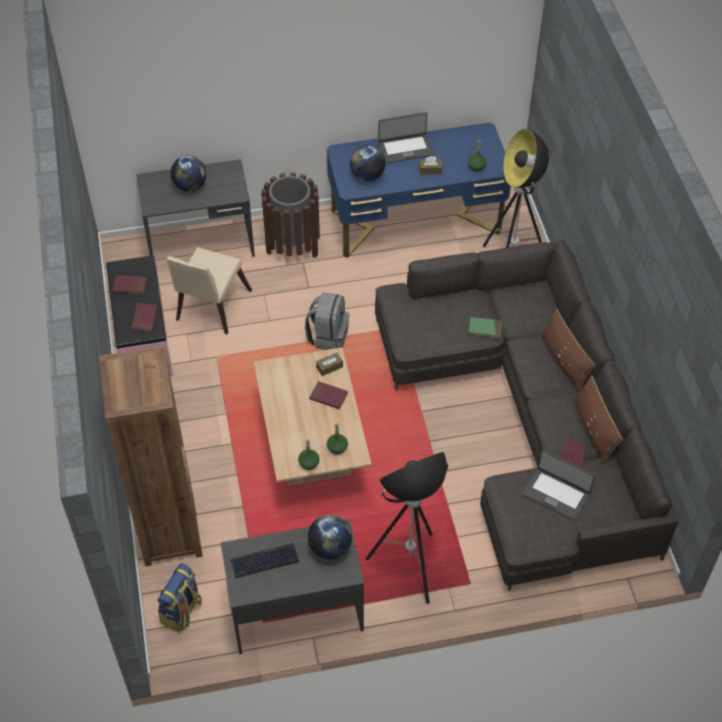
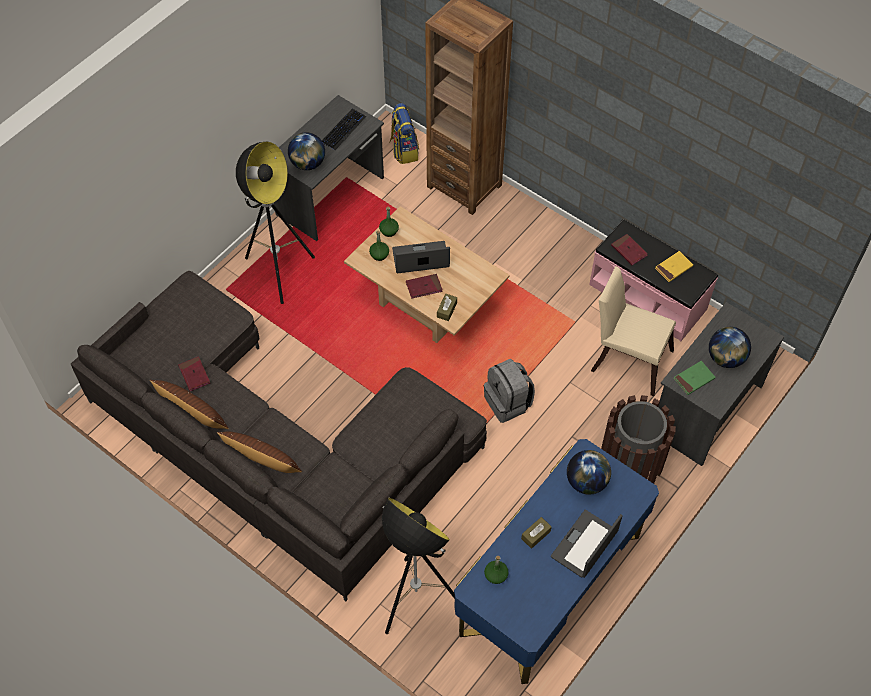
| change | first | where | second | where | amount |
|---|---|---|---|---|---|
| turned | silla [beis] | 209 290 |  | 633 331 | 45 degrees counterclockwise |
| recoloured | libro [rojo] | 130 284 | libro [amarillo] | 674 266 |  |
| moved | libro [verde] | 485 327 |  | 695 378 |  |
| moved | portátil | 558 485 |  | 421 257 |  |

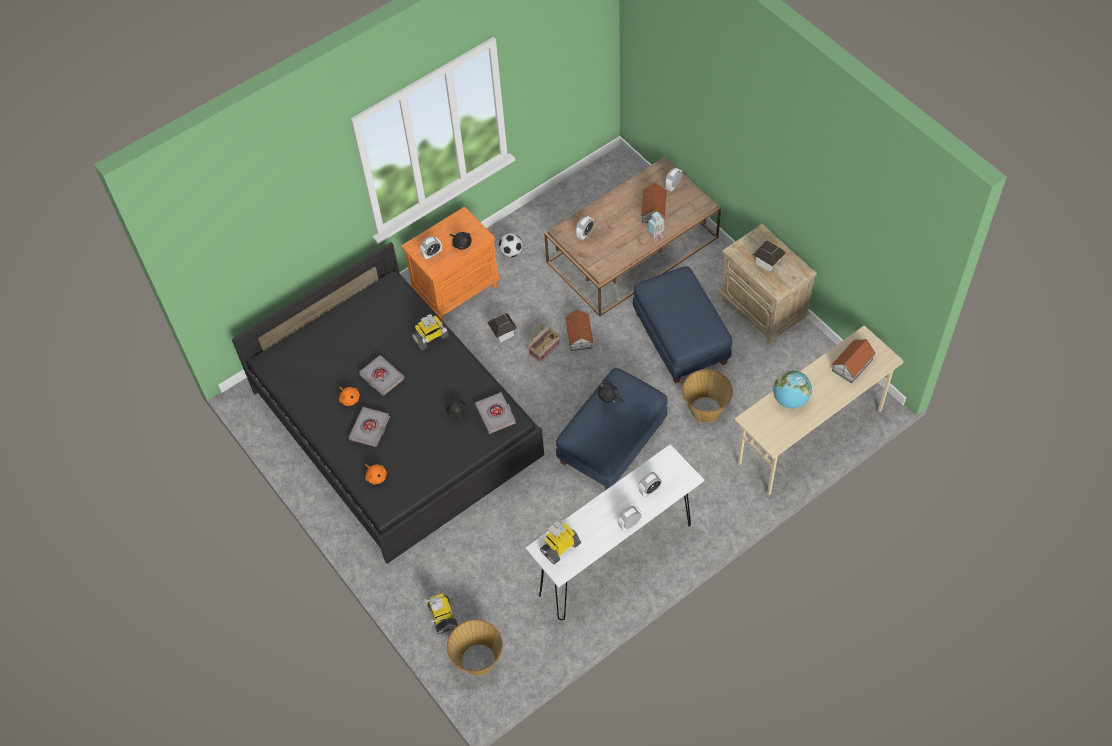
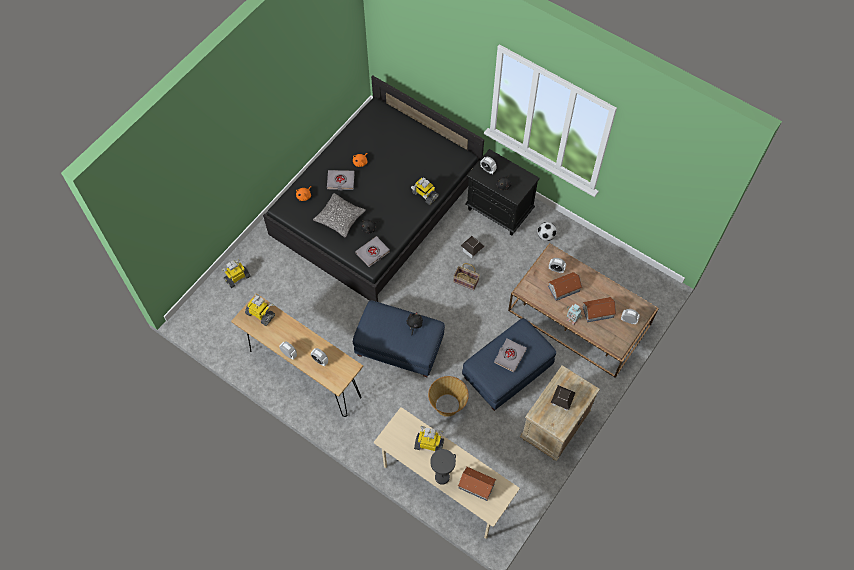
| change | first | where | second | where | amount |
|---|---|---|---|---|---|
| recoloured | mesita de noche [naranja] | 451 264 | mesita de noche [negro] | 502 192 |  |
| moved | casita | 579 330 |  | 565 286 |  |
| moved | libro [gris] | 381 375 |  | 510 356 |  |
| replaced | globo terráqueo | 792 389 | robot de juguete | 429 438 |  |
| recoloured | mesa consola [blanco] | 614 532 | mesa consola [marrón] | 297 355 |  |
| removed | cesta | 475 647 |  |  |  |
| added |  |  | cojín | 339 215 |  |
| added |  |  | lámpara de mesa [gris] | 443 467 |  |

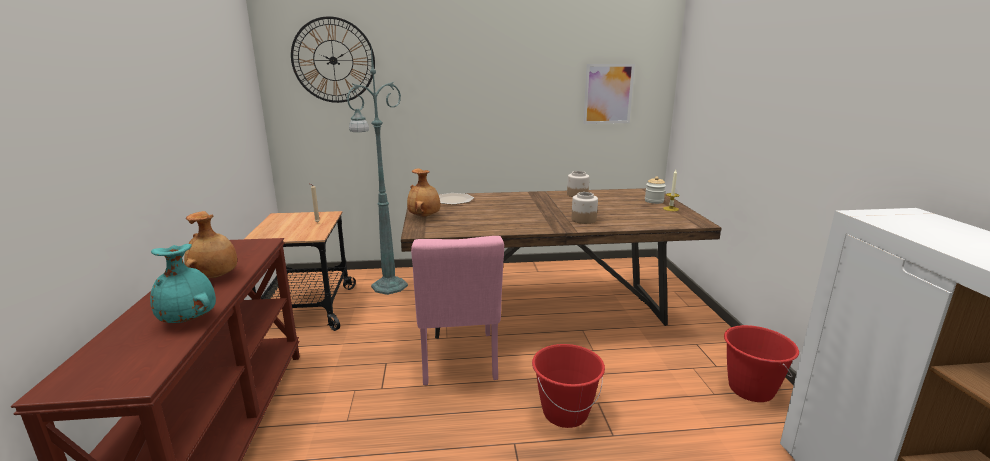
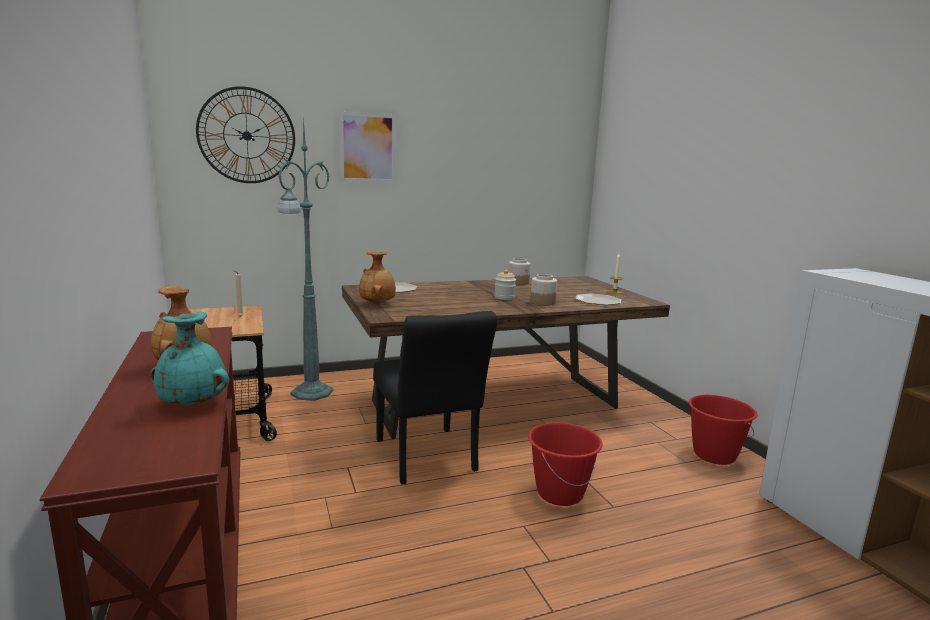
| change | first | where | second | where | amount |
|---|---|---|---|---|---|
| moved | cuadro | 609 94 |  | 367 147 |  |
| moved | tarro | 655 190 |  | 505 285 |  |
| recoloured | silla [rosa] | 457 310 | silla [negro] | 435 397 |  |
| added |  |  | plato | 598 299 |  |

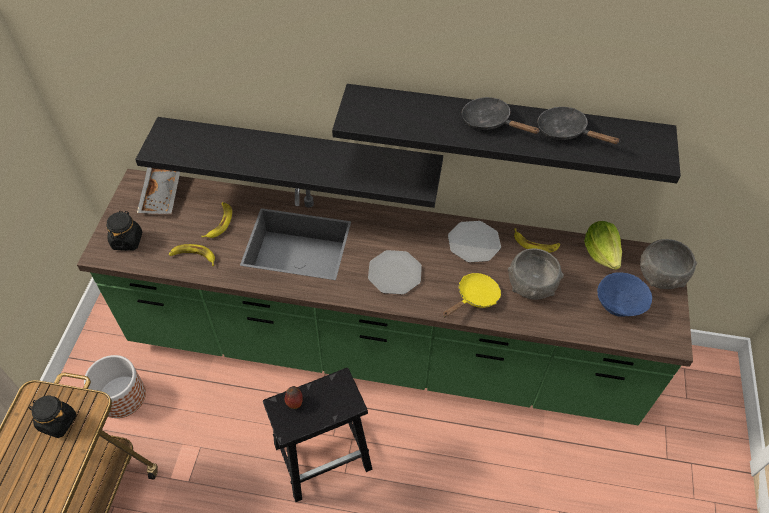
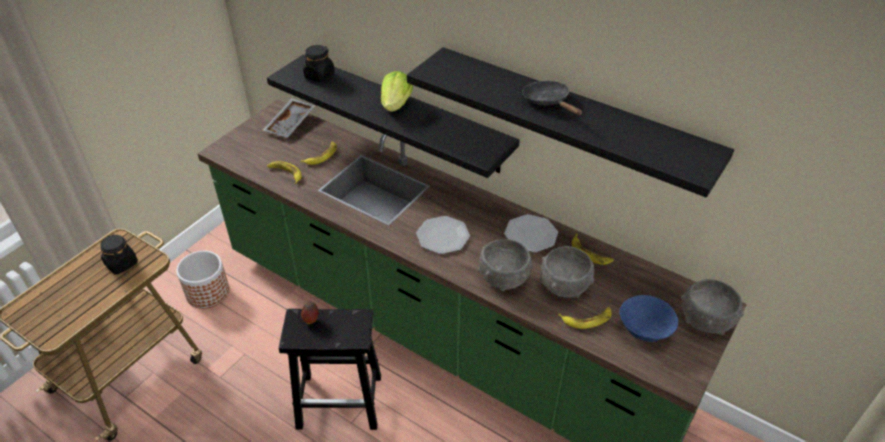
| change | first | where | second | where | amount |
|---|---|---|---|---|---|
| removed | sartén [negro] | 579 125 |  |  |  |
| moved | tarro [negro] | 124 231 |  | 319 63 |  |
| moved | lechuga | 603 245 |  | 397 91 |  |
| replaced | sartén [amarillo] | 471 295 | cuenco [gris] | 505 265 |  |
| added |  |  | plátano | 584 318 |  |

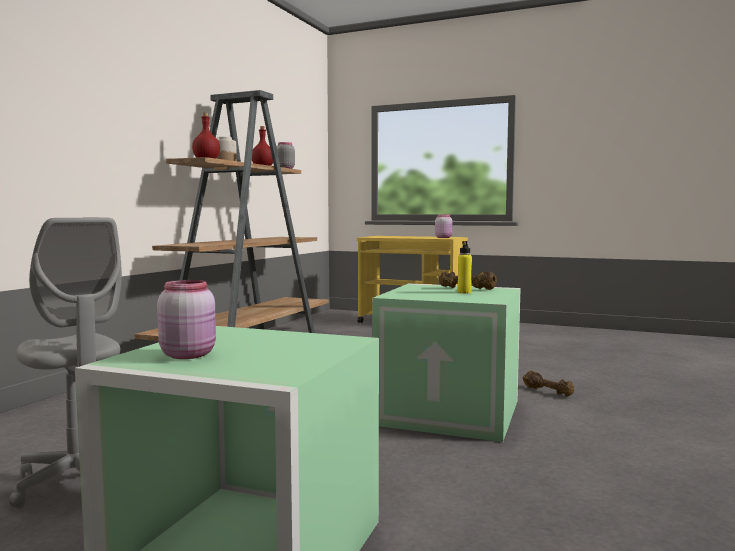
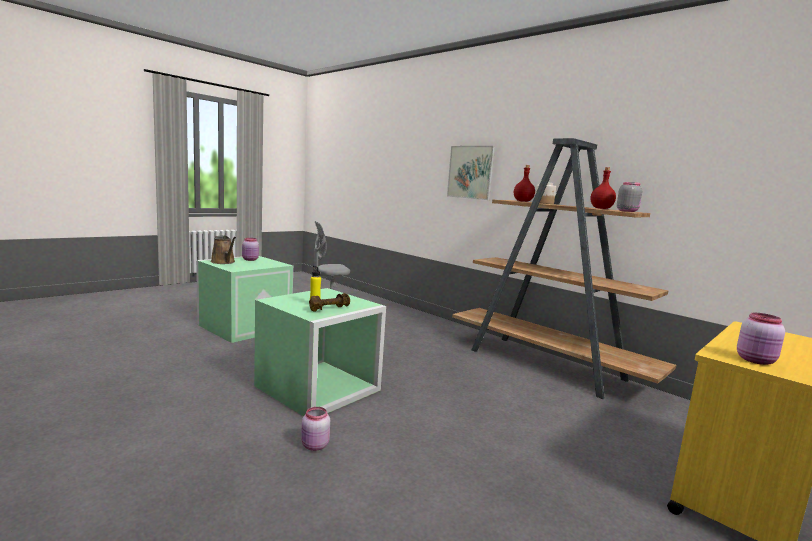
| change | first | where | second | where | amount |
|---|---|---|---|---|---|
| replaced | mancuerna [marrón] | 548 384 | tarro [rosa] | 315 429 |  |
| added |  |  | cuadro | 471 173 |  |
| added |  |  | regadera [marrón] | 223 249 |  |

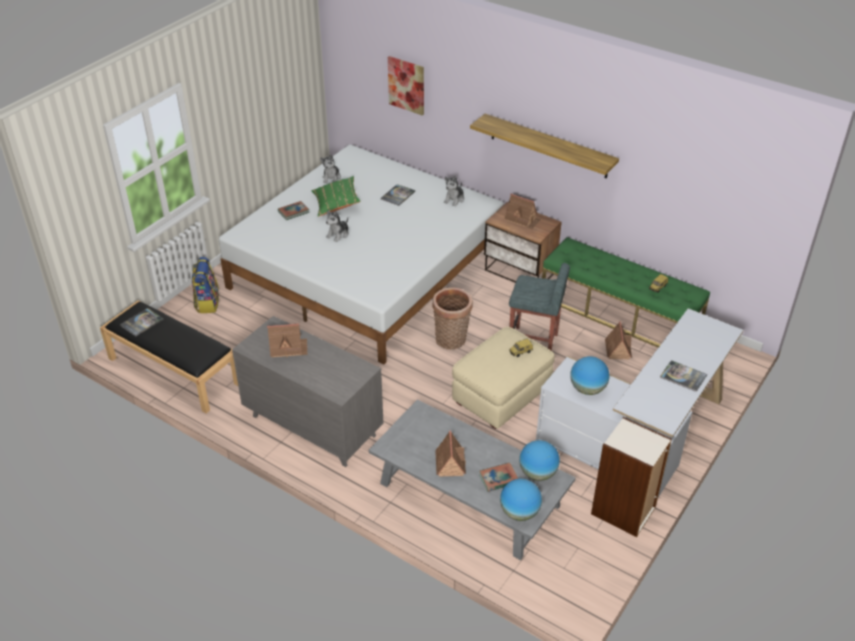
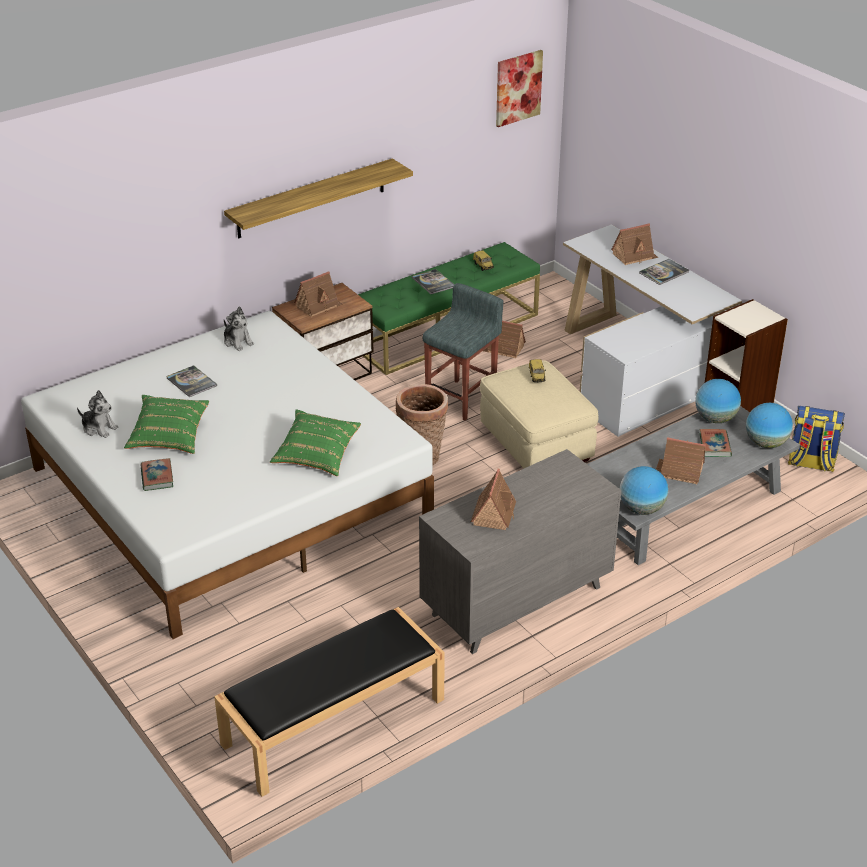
| change | first | where | second | where | amount |
|---|---|---|---|---|---|
| moved | cuadro | 406 85 |  | 519 88 |  |
| removed | peluche | 337 226 |  |  |  |
| moved | mochila | 205 285 |  | 816 439 |  |
| moved | libro | 142 322 |  | 433 281 |  |
| moved | globo terráqueo | 589 375 |  | 644 490 |  |
| added |  |  | casita | 634 244 |  |
| added |  |  | cojín [verde] | 315 443 |  |

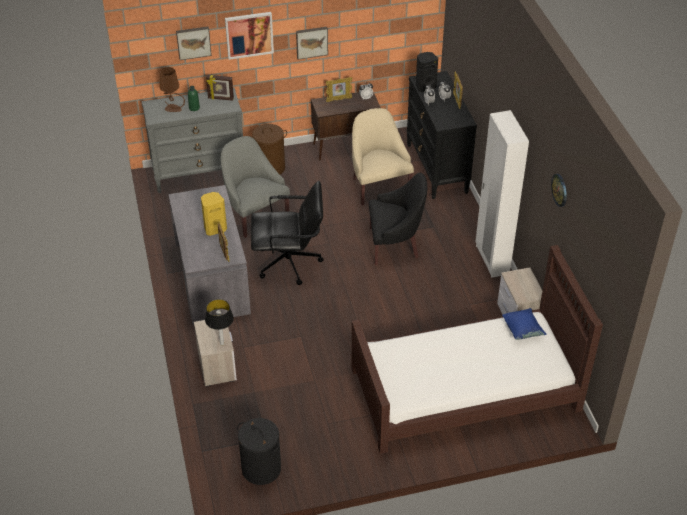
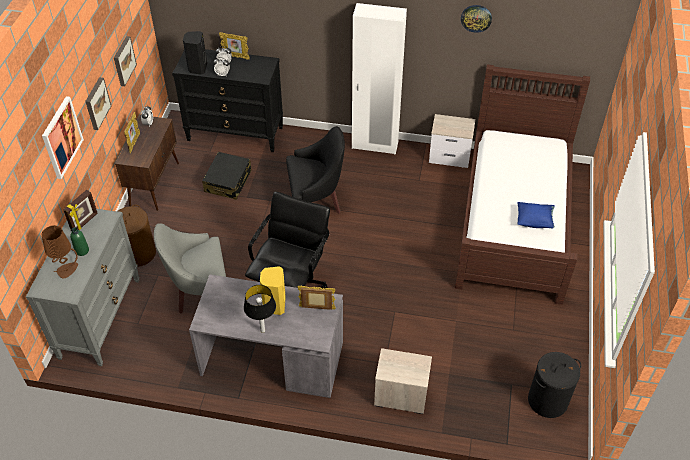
| change | first | where | second | where | amount |
|---|---|---|---|---|---|
| moved | cuadro | 194 43 |  | 125 61 |  |
| replaced | sillón [beis] | 383 156 | maleta [negro] | 227 176 |  |
| turned | sillón [negro] | 398 219 |  | 315 169 | 60 degrees clockwise |
| moved | lámpara de mesa | 219 322 |  | 260 309 |  |
| moved | cojín [azul] | 524 324 |  | 536 215 |  |

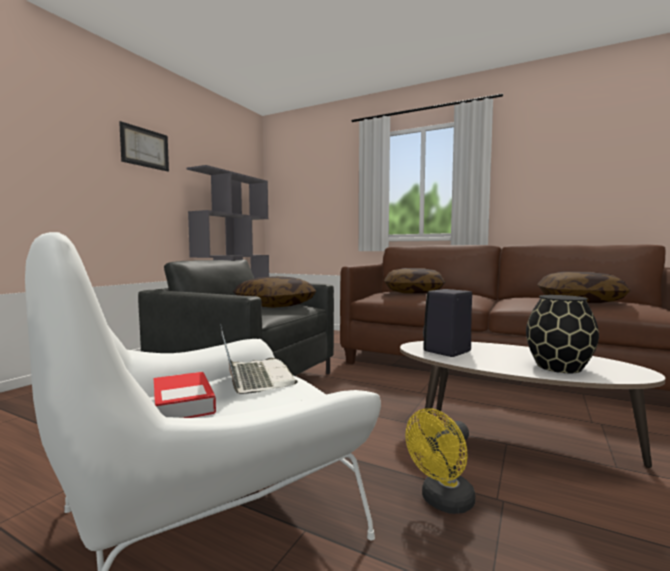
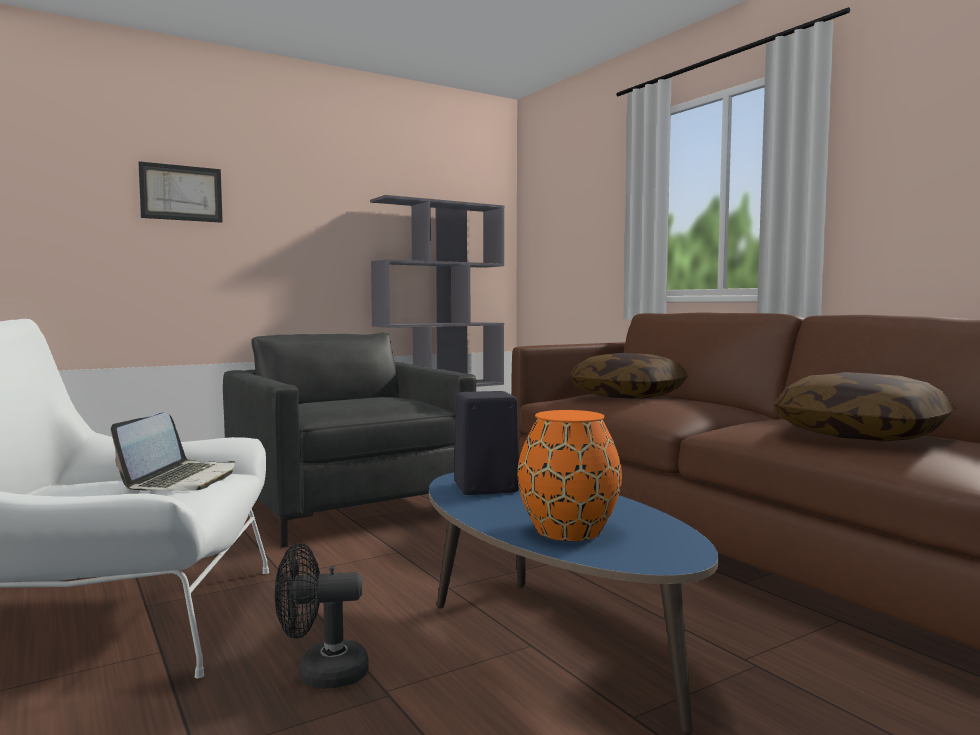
| change | first | where | second | where | amount |
|---|---|---|---|---|---|
| moved | cuadro | 144 146 |  | 180 192 |  |
| removed | cojín | 274 292 |  |  |  |
| recoloured | florero [negro] | 562 334 | florero [naranja] | 569 475 |  |
| recoloured | mesa de centro [blanco] | 533 404 | mesa de centro [azul] | 573 603 |  |
| removed | libro | 185 395 |  |  |  |
| recoloured | ventilador [amarillo] | 440 461 | ventilador [negro] | 322 616 |  |

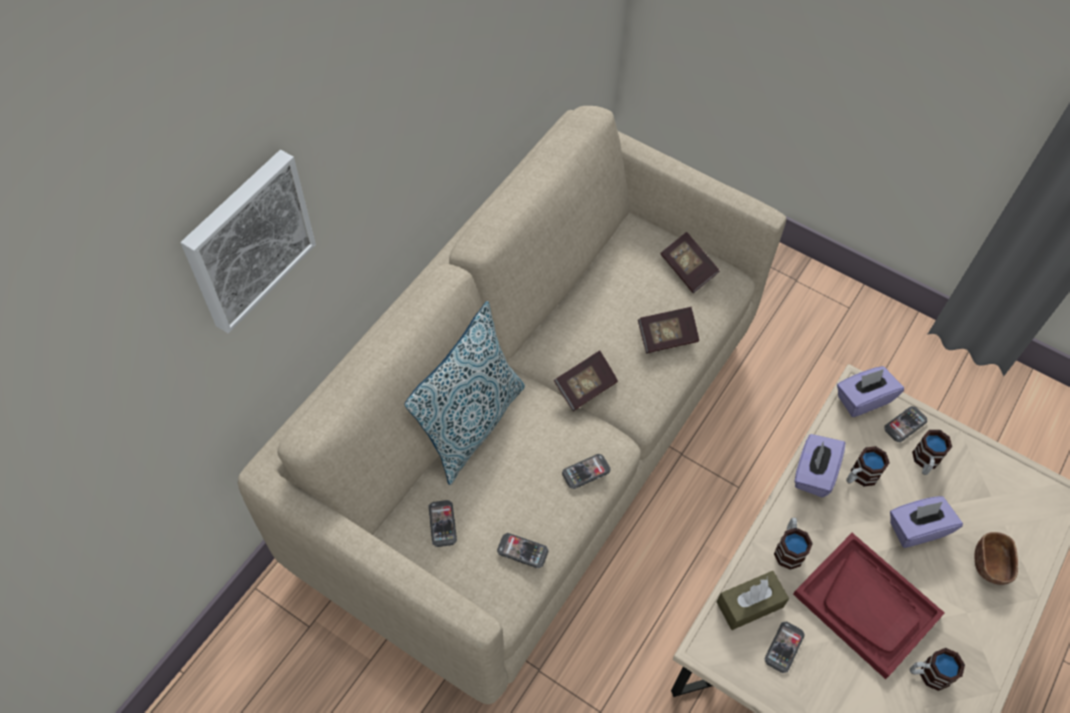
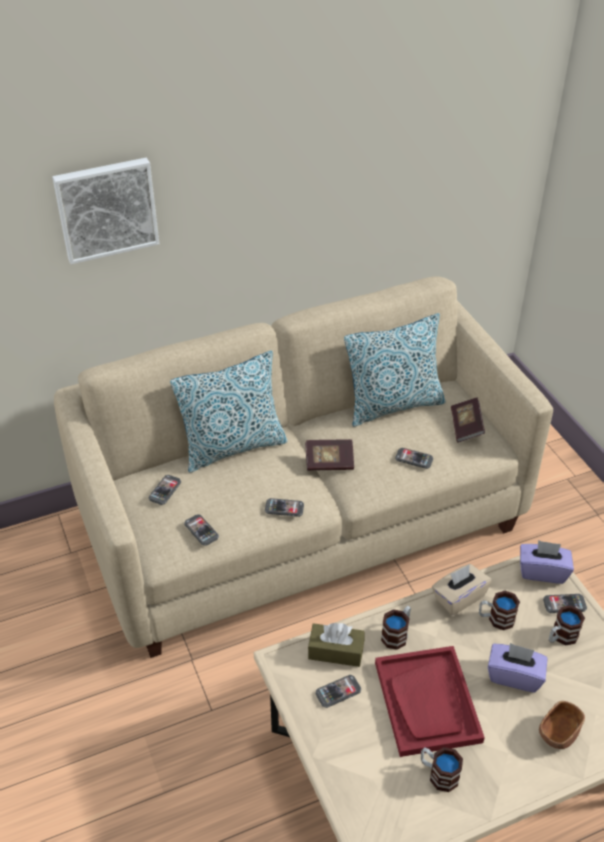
| change | first | where | second | where | amount |
|---|---|---|---|---|---|
| replaced | libro | 668 330 | móvil | 414 458 |  |
| recoloured | caja de pañuelos [morado] | 820 465 | caja de pañuelos [beis] | 462 589 |  |
| added |  |  | cojín | 395 370 |  |

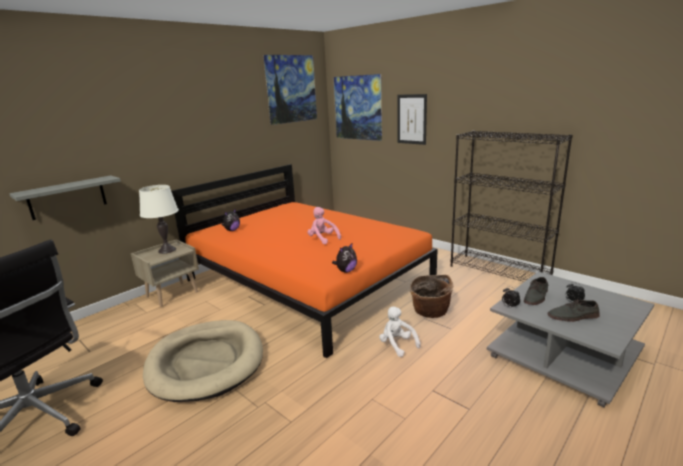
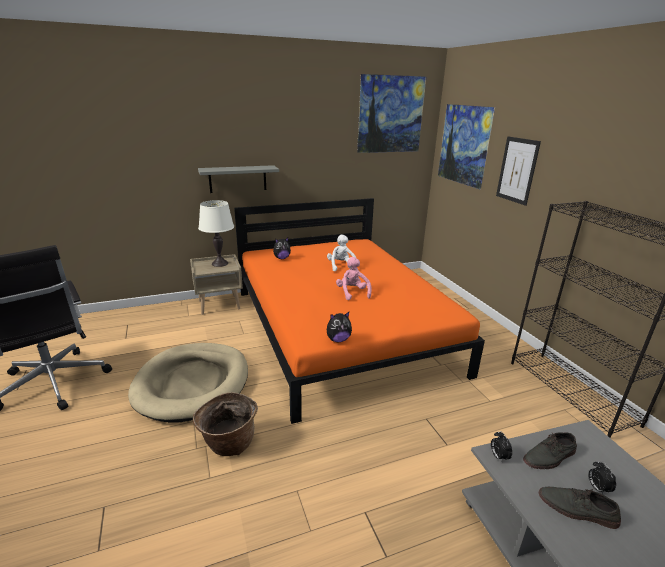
| change | first | where | second | where | amount |
|---|---|---|---|---|---|
| moved | estante [gris] | 65 197 |  | 238 179 |  |
| moved | cesta | 431 296 |  | 225 424 |  |
| moved | peluche [blanco] | 400 332 |  | 341 253 |  |

